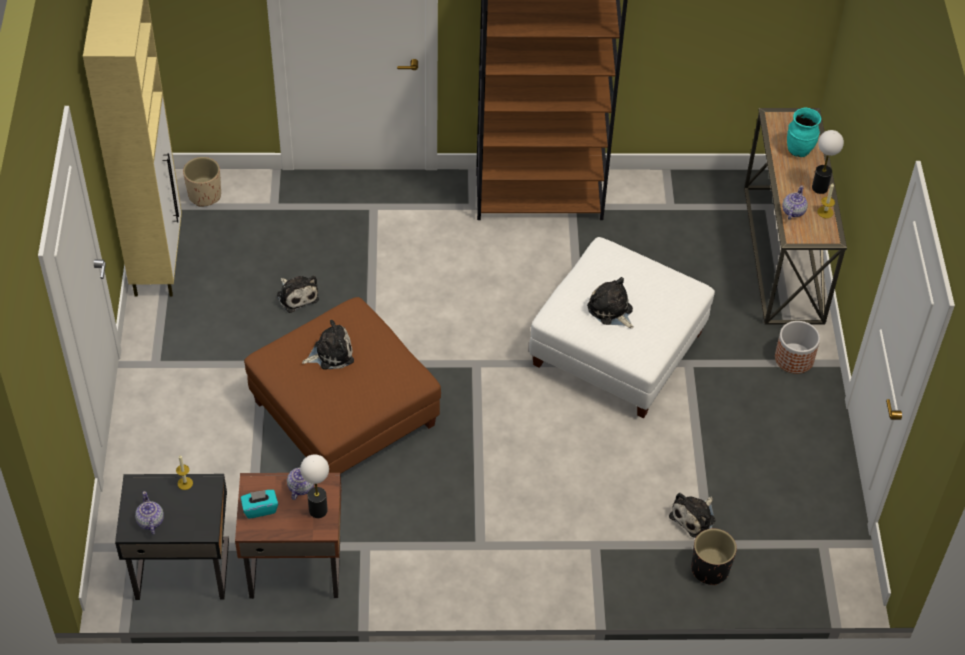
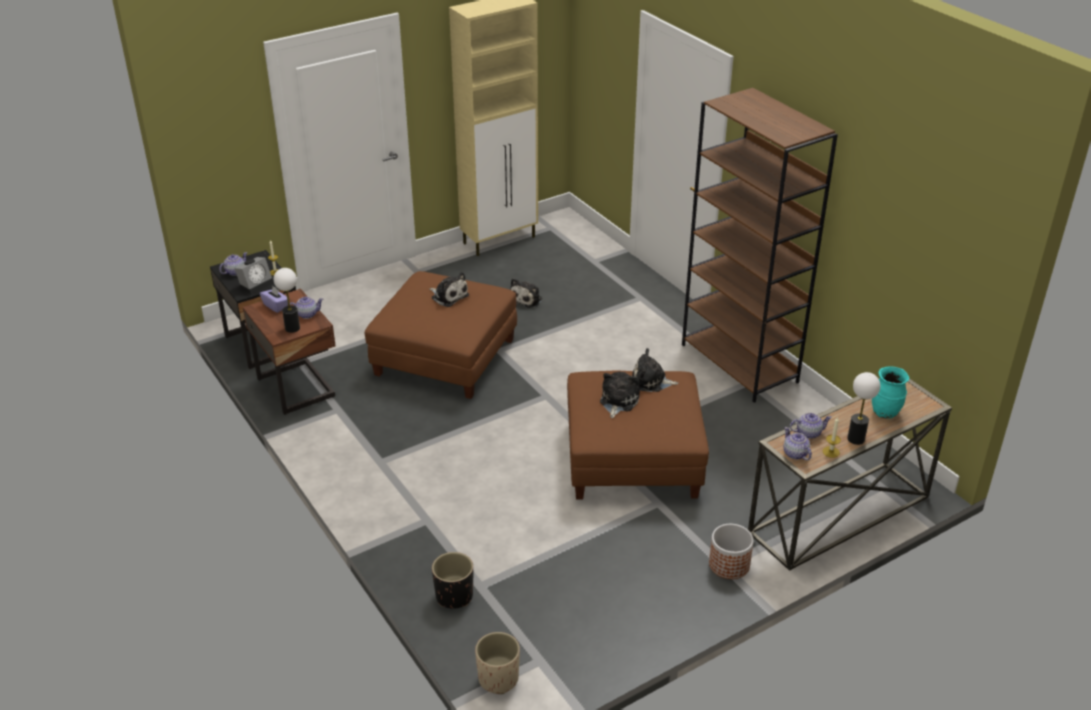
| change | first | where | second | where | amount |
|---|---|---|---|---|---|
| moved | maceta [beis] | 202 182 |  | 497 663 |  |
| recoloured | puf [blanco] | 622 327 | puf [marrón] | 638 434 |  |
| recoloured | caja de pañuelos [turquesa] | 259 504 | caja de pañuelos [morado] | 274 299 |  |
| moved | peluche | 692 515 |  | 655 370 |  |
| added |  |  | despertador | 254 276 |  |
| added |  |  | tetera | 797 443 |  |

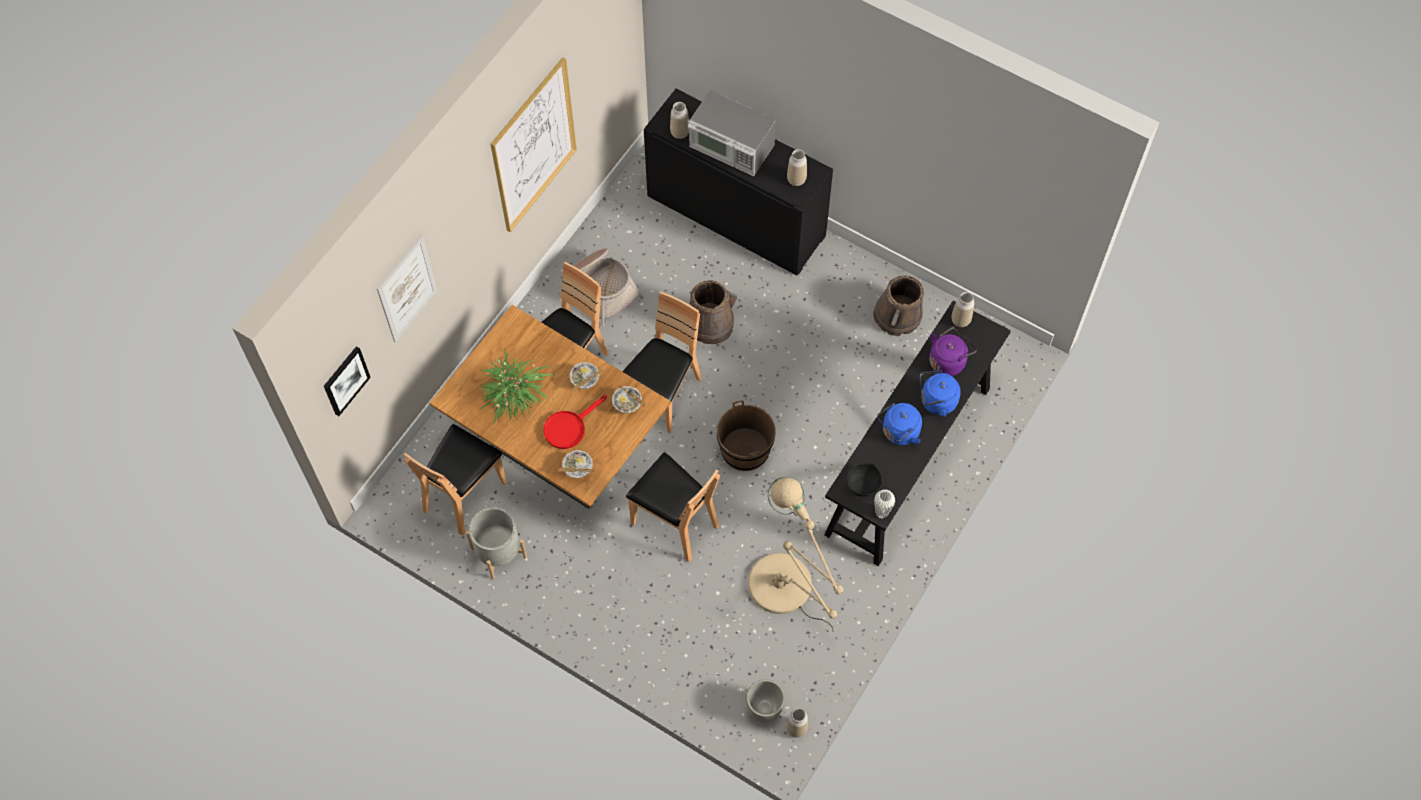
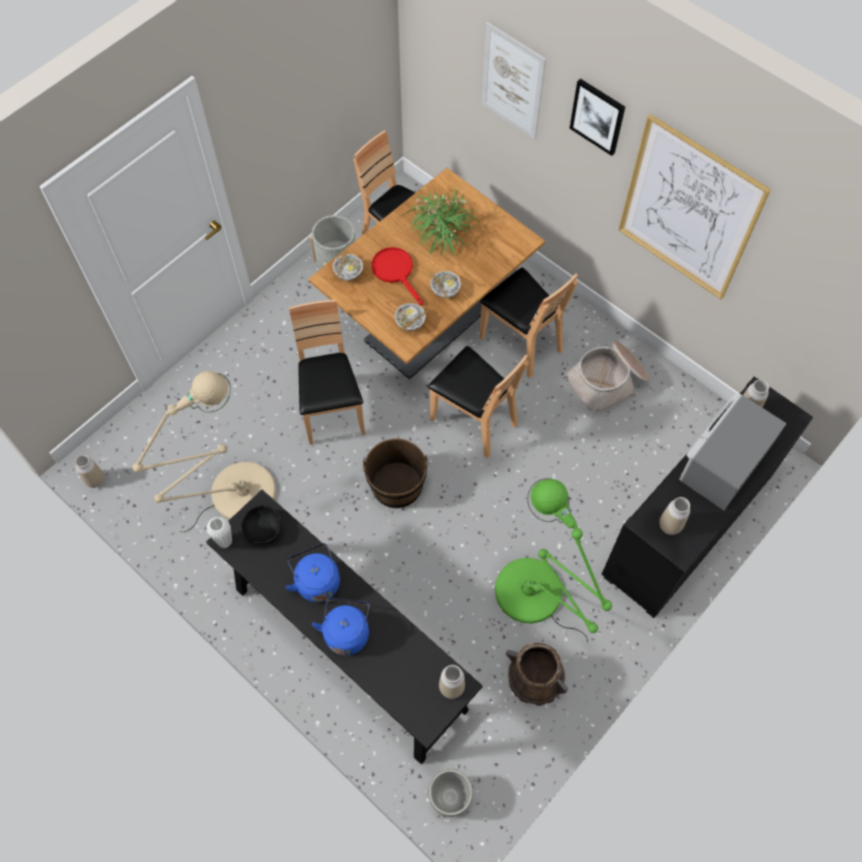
| change | first | where | second | where | amount |
|---|---|---|---|---|---|
| removed | cubo [marrón] | 713 312 |  |  |  |
| removed | hervidor [morado] | 953 351 |  |  |  |
| moved | cuadro | 347 381 |  | 597 117 |  |
| turned | silla [marrón] | 673 507 |  | 327 372 | 120 degrees clockwise |
| moved | maceta [gris] | 766 700 |  | 450 793 |  |
| added |  |  | lámpara de pie [verde] | 553 560 |  |

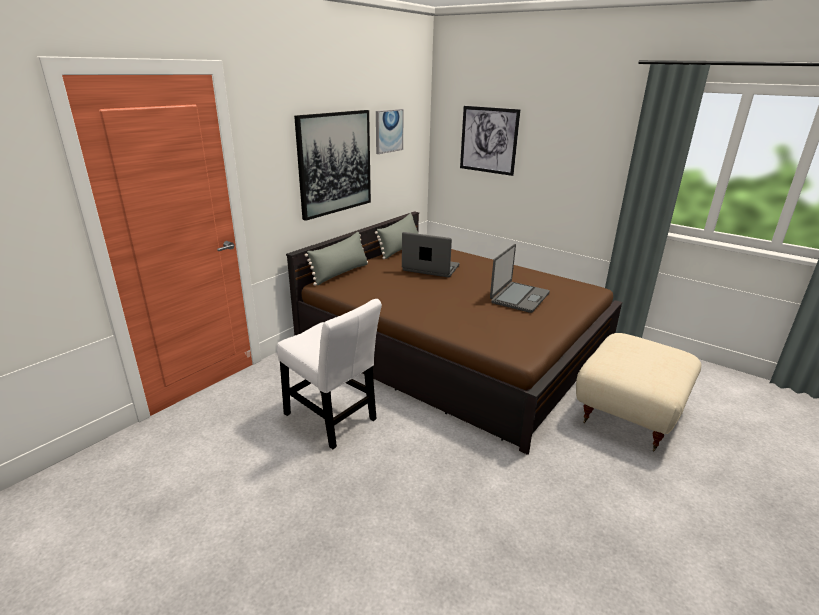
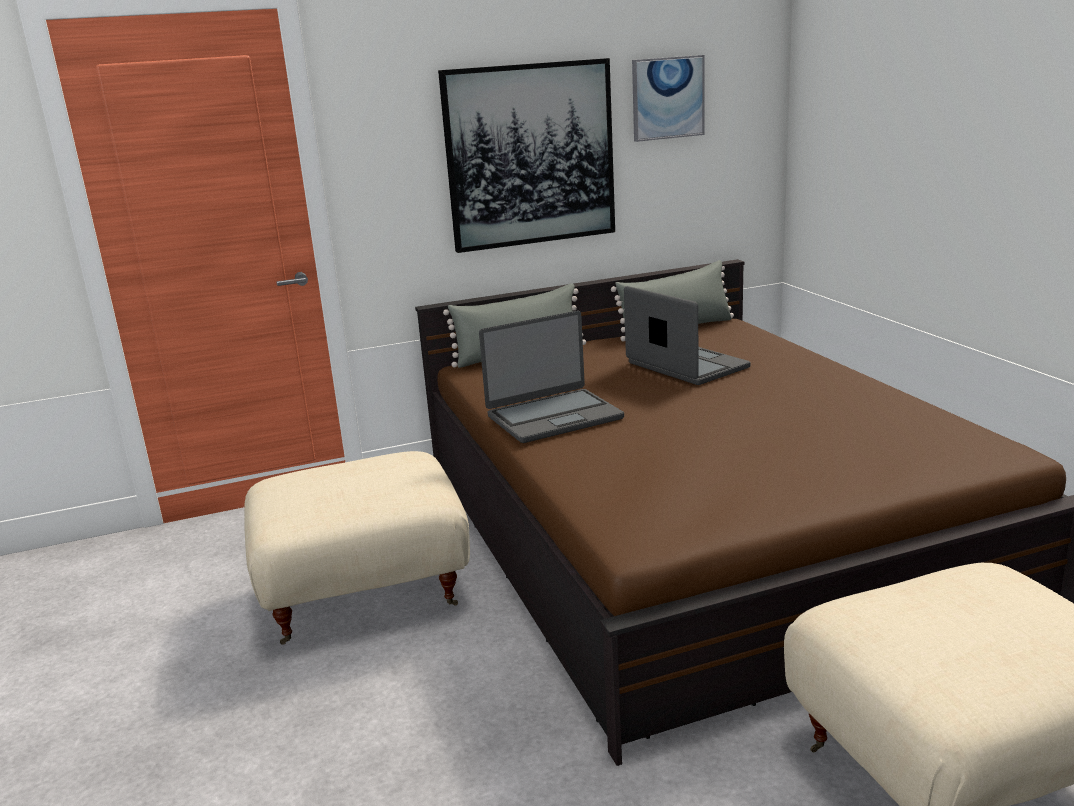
| change | first | where | second | where | amount |
|---|---|---|---|---|---|
| removed | cuadro | 490 141 |  |  |  |
| moved | portátil | 520 278 |  | 551 377 |  |
| replaced | silla [blanco] | 329 374 | puf [beis] | 357 548 |  |

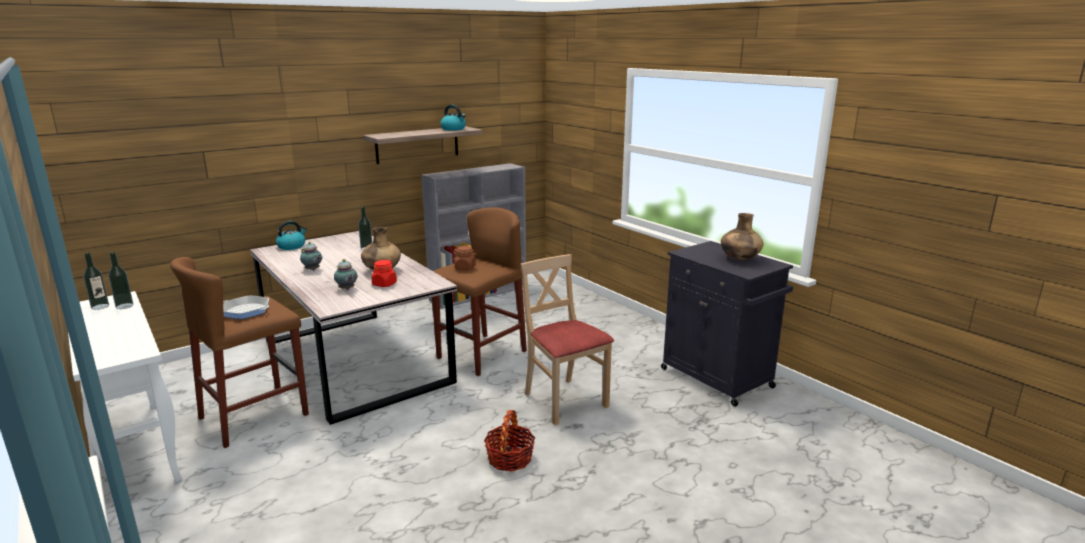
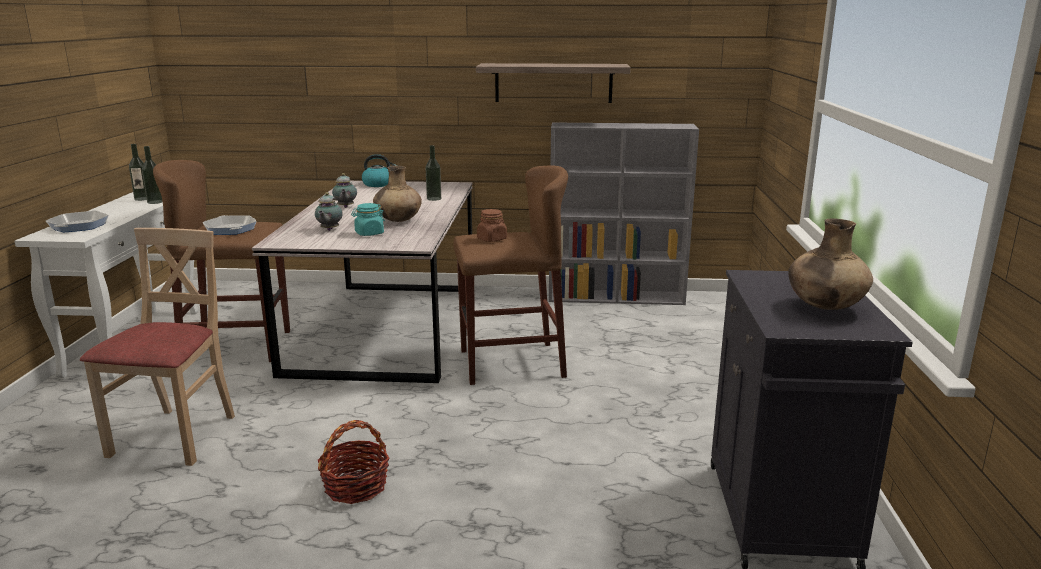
| change | first | where | second | where | amount |
|---|---|---|---|---|---|
| removed | hervidor | 453 117 |  |  |  |
| moved | silla [beis] | 567 339 |  | 157 347 |  |
| recoloured | tarro [rojo] | 384 273 | tarro [turquesa] | 368 219 |  |
| added |  |  | sartén | 77 221 |  |

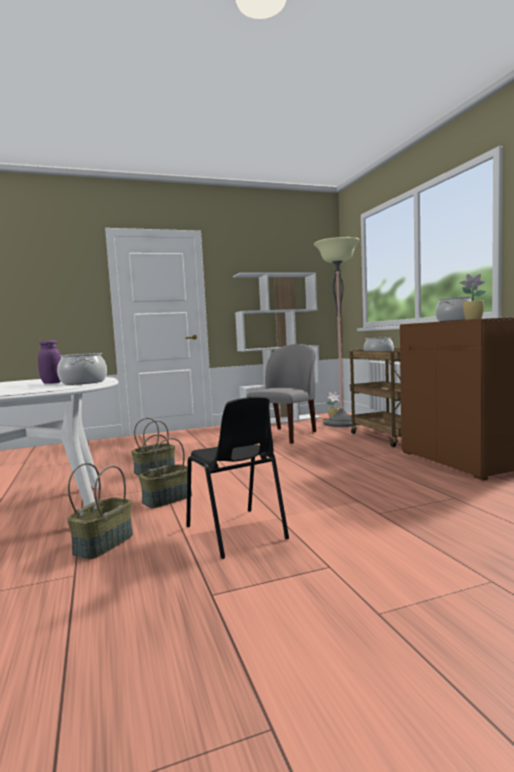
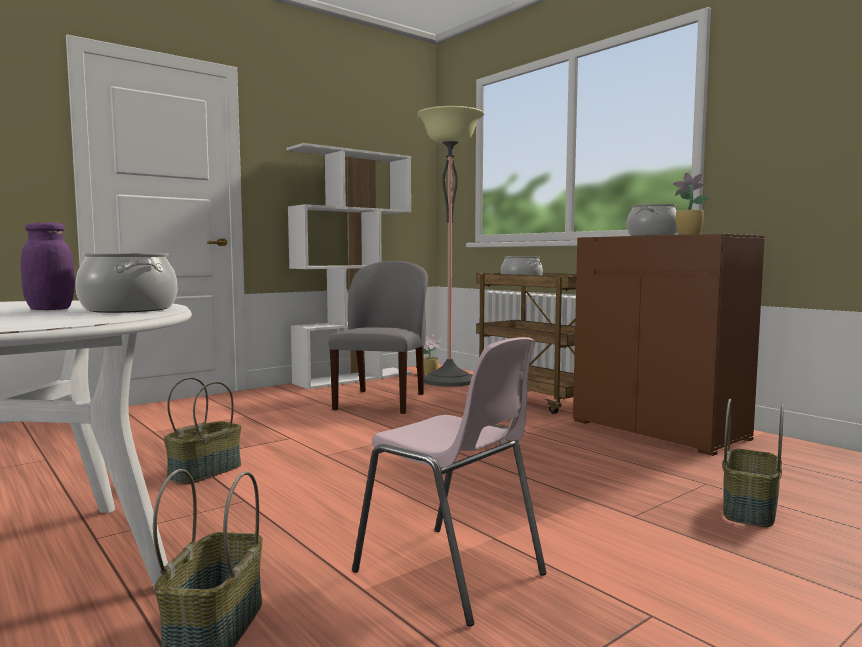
| change | first | where | second | where | amount |
|---|---|---|---|---|---|
| recoloured | silla [negro] | 237 478 | silla [rosa] | 449 482 |  |
| moved | cesta | 165 471 |  | 753 463 |  |

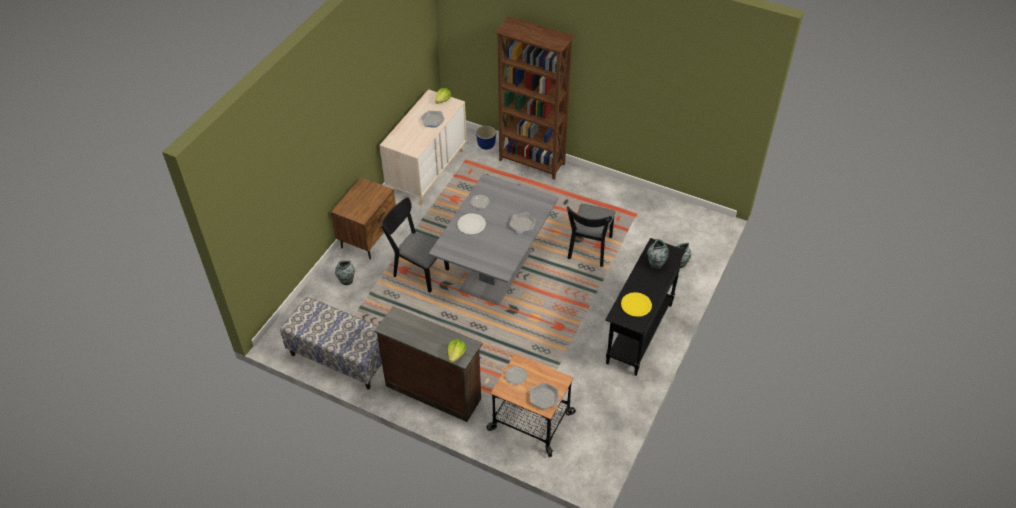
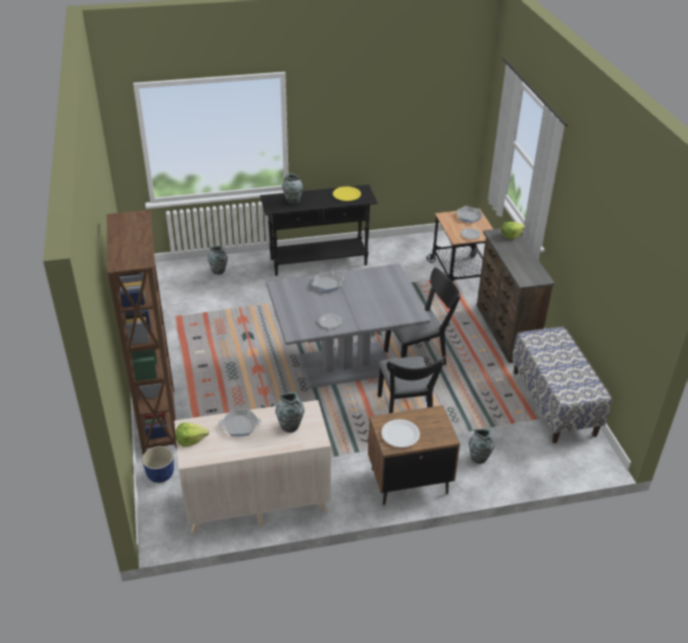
| change | first | where | second | where | amount |
|---|---|---|---|---|---|
| moved | silla [negro] | 591 235 |  | 422 316 |  |
| moved | plato [blanco] | 471 223 |  | 400 433 |  |
| added |  |  | florero | 289 412 |  |

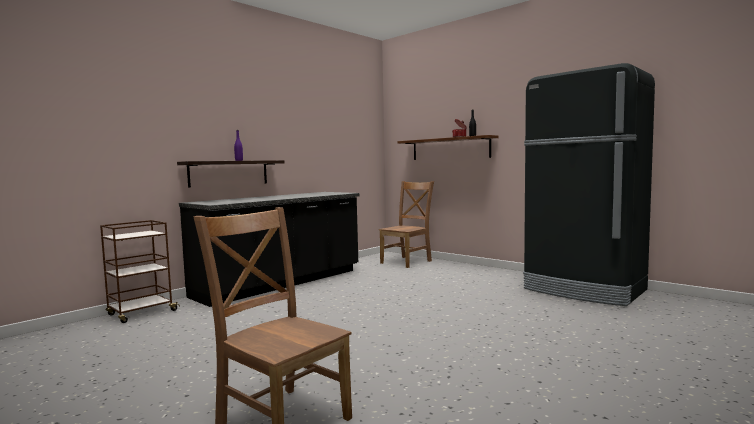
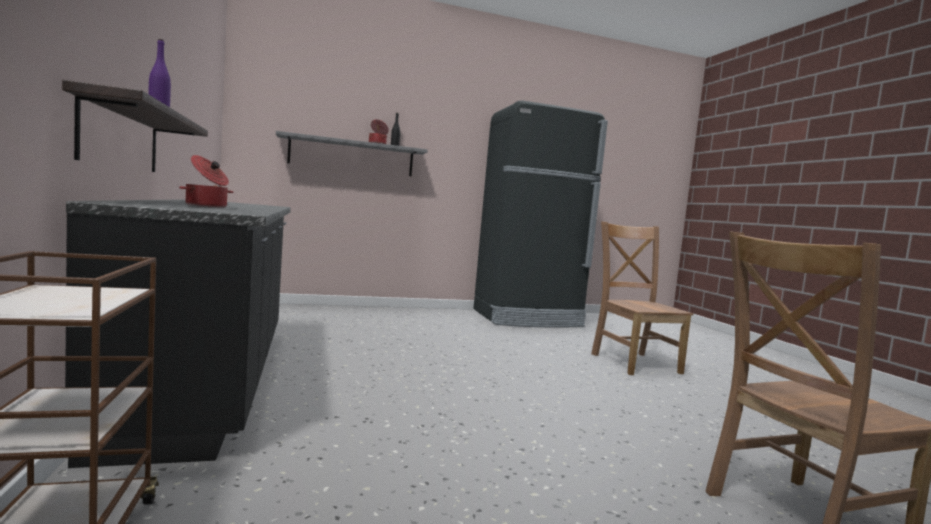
| change | first | where | second | where | amount |
|---|---|---|---|---|---|
| recoloured | estante [marrón] | 448 147 | estante [gris] | 352 153 |  |
| moved | silla [marrón] | 406 224 |  | 642 298 |  |
| added |  |  | olla | 206 181 |  |

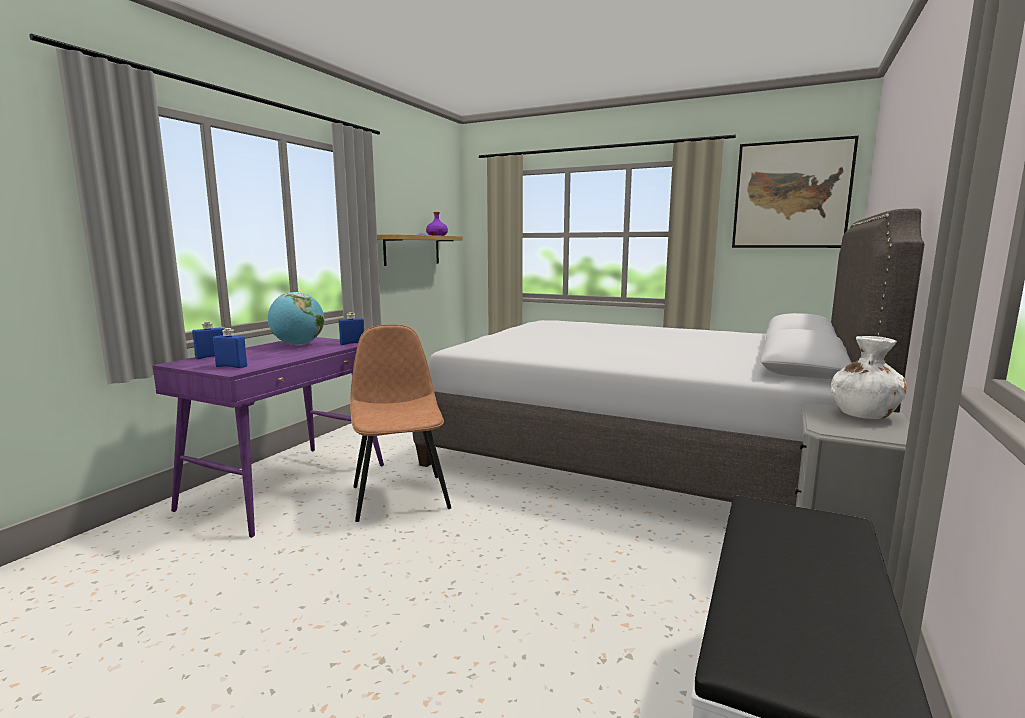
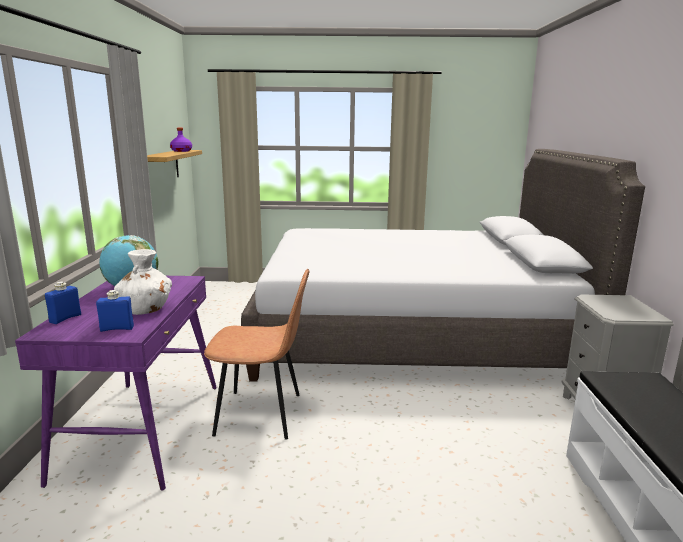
| change | first | where | second | where | amount |
|---|---|---|---|---|---|
| removed | cuadro | 795 192 |  |  |  |
| removed | botella [azul] | 351 328 |  |  |  |
| turned | silla [marrón] | 400 423 |  | 256 354 | 135 degrees clockwise |
| moved | florero [blanco] | 869 377 |  | 143 282 |  |

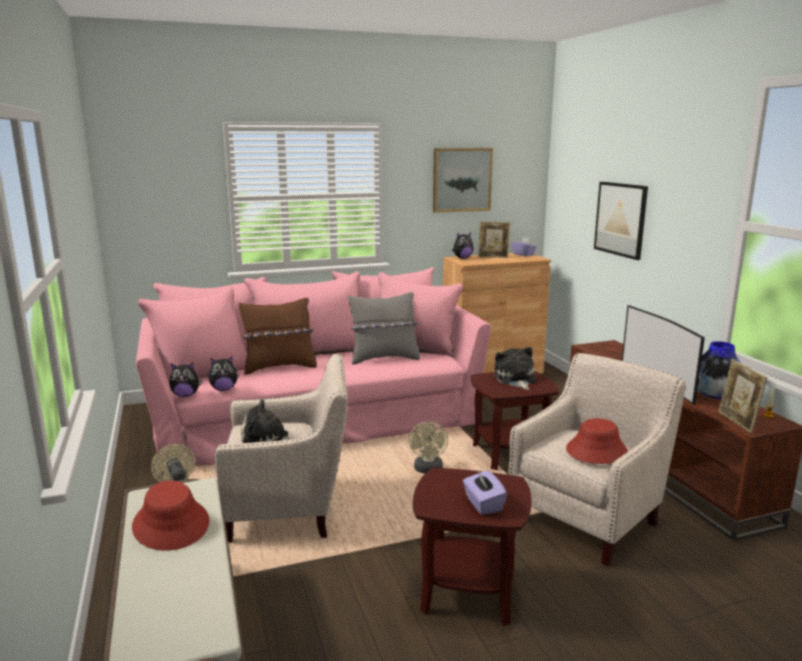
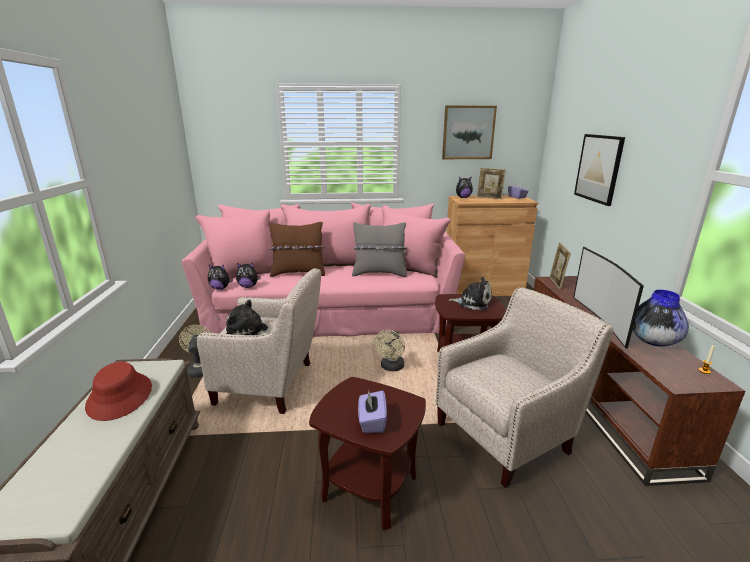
| change | first | where | second | where | amount |
|---|---|---|---|---|---|
| turned | peluche | 515 368 |  | 470 293 | 105 degrees clockwise |
| moved | portarretratos | 743 396 |  | 560 266 |  |
| removed | sombrero [rojo] | 597 441 |  |  |  |

